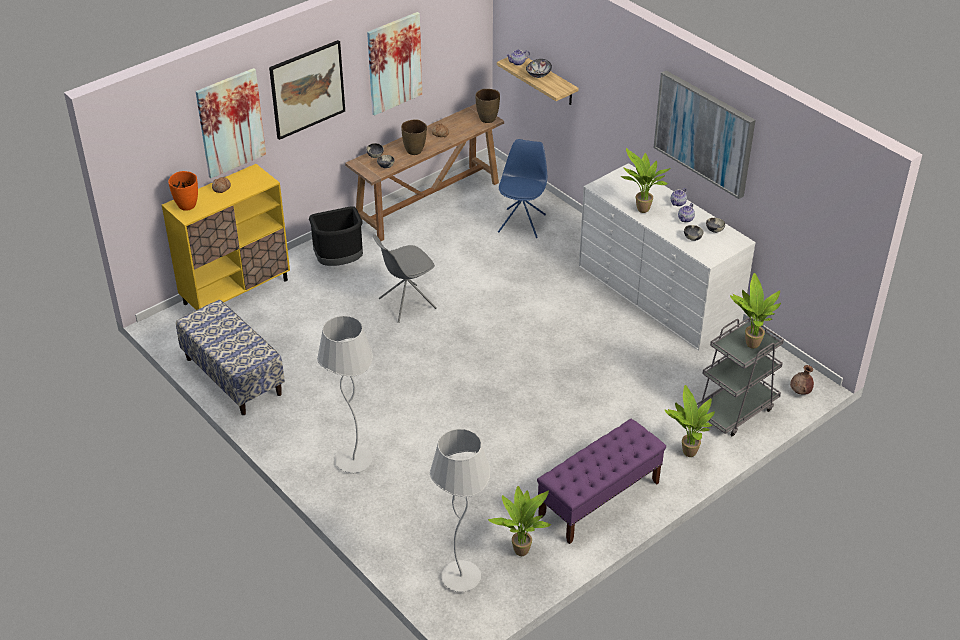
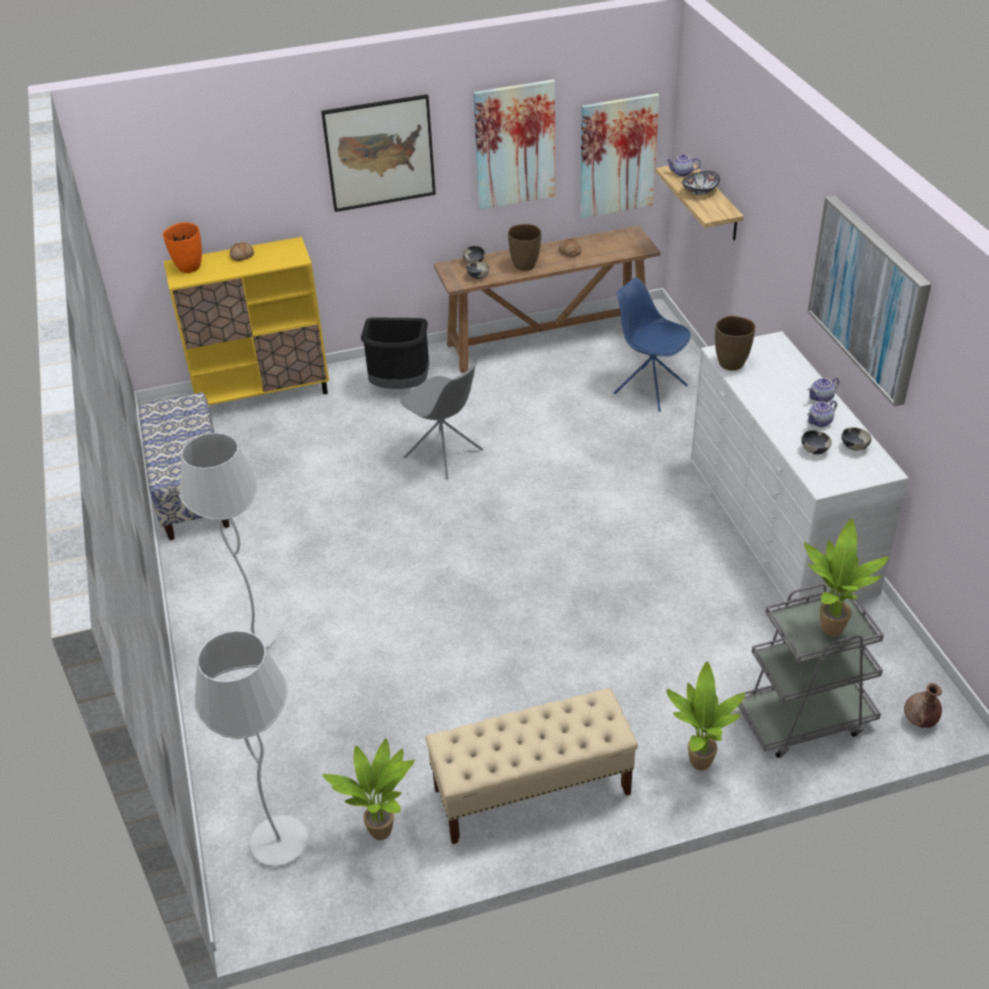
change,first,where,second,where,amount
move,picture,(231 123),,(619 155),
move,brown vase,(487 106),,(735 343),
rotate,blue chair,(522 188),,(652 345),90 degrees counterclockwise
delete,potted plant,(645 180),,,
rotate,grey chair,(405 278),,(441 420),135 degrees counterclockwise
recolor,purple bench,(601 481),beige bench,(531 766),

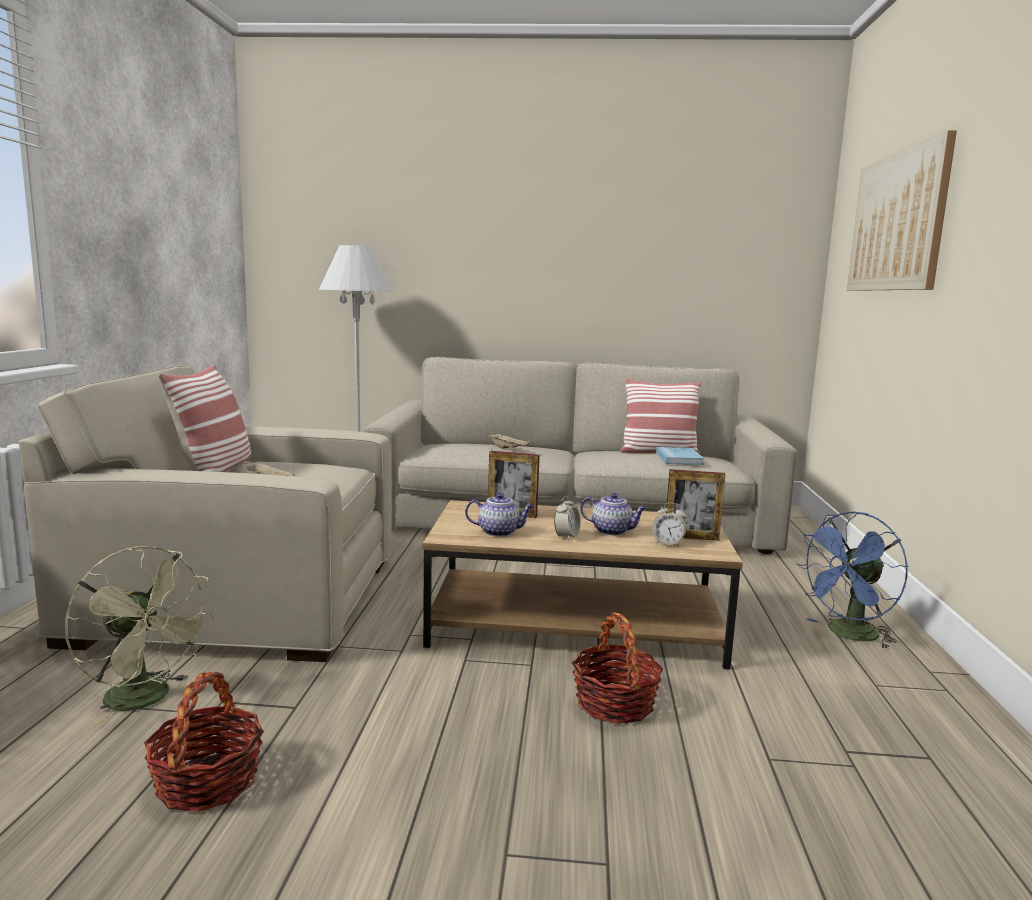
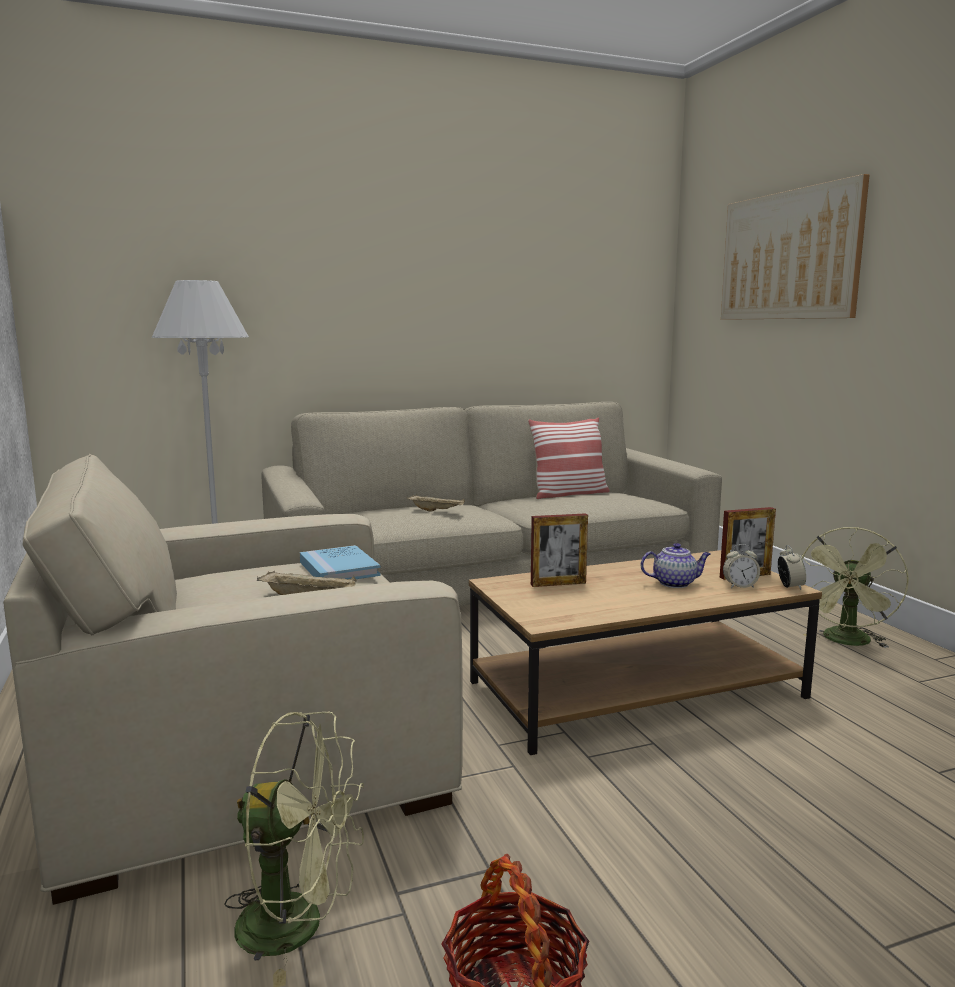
change,first,where,second,where,amount
delete,pillow,(205 418),,,
move,blue book,(680 456),,(340 562),
delete,teapot,(499 515),,,
move,alarm clock,(567 518),,(792 567),
recolor,blue fan,(852 581),green fan,(855 587),
delete,basket,(617 668),,,

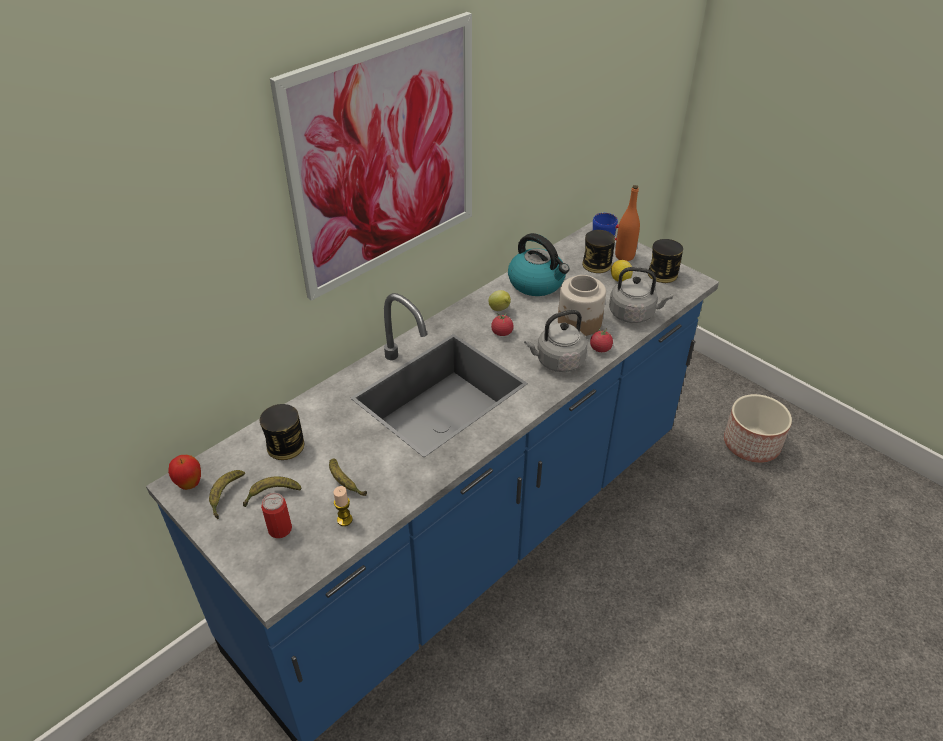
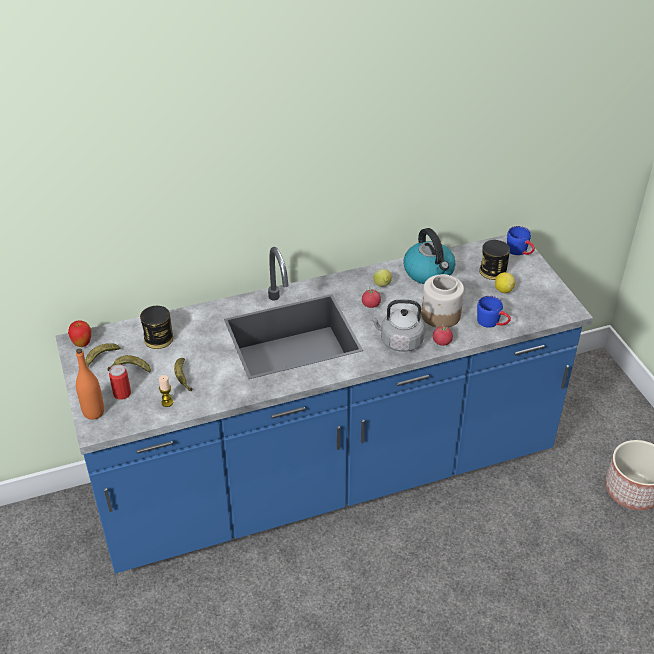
change,first,where,second,where,amount
delete,picture,(371 156),,,
move,orange bottle,(627 223),,(90 384),
delete,can,(665 261),,,
replace,grey kettle,(641 295),blue mug,(494 312),

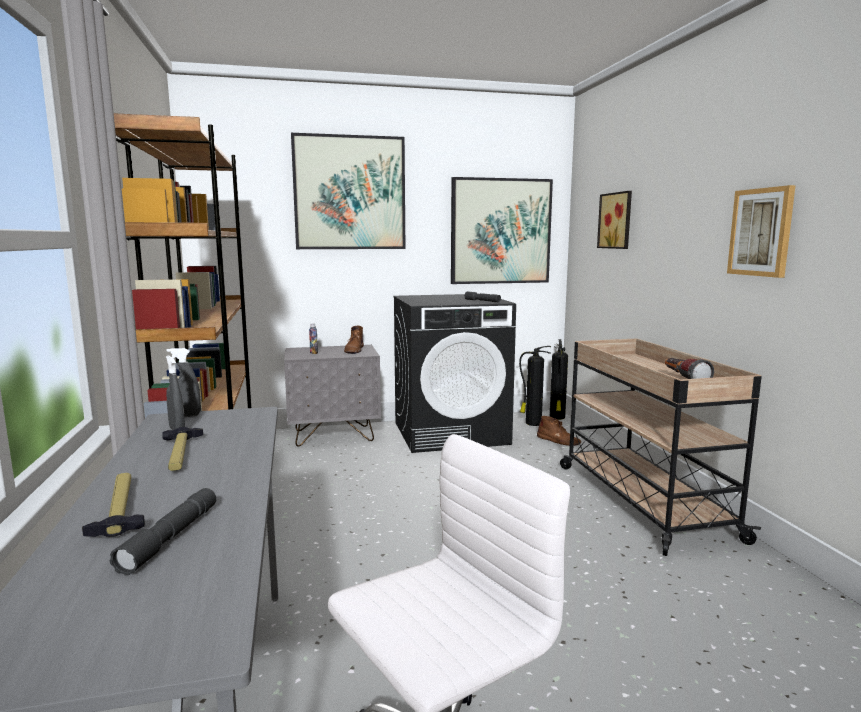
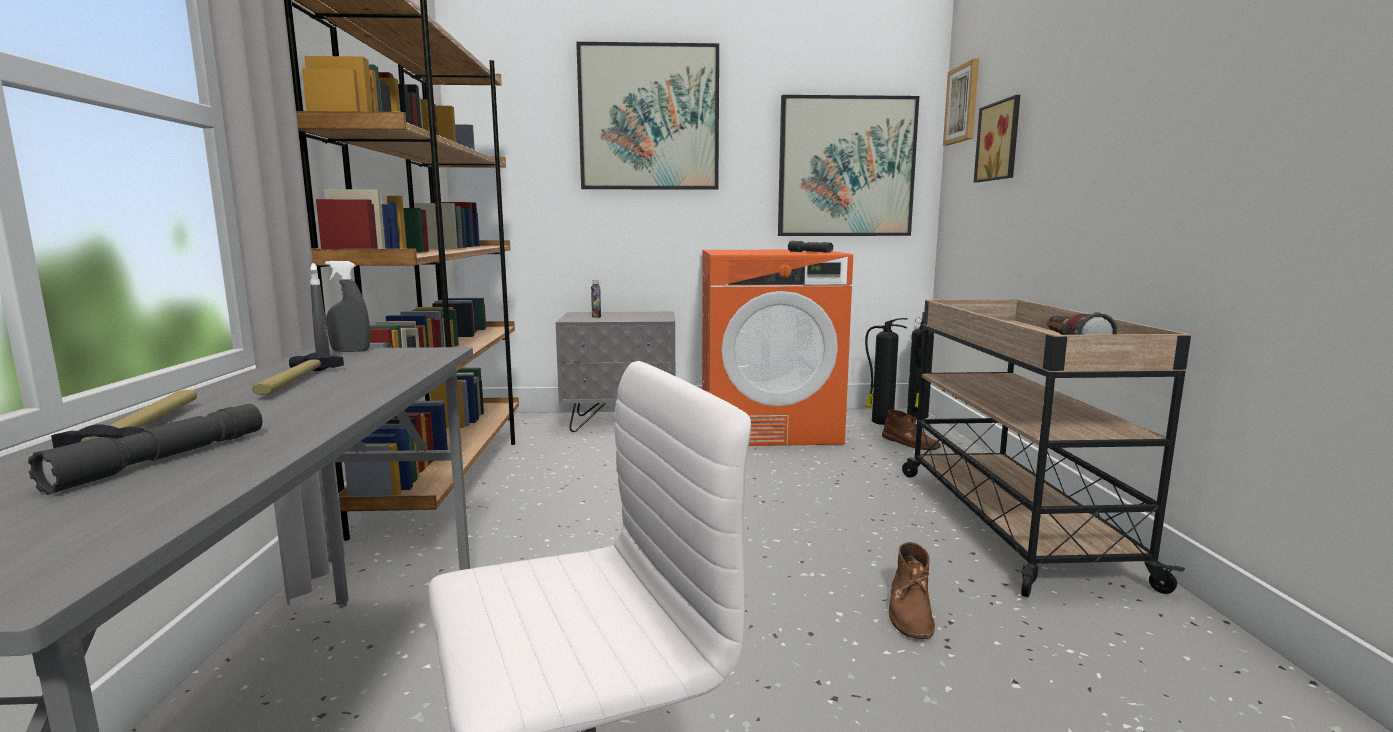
change,first,where,second,where,amount
move,picture,(761 231),,(961 102),
recolor,black washing machine,(454 373),orange washing machine,(777 348),
move,brown boot,(354 340),,(912 590),

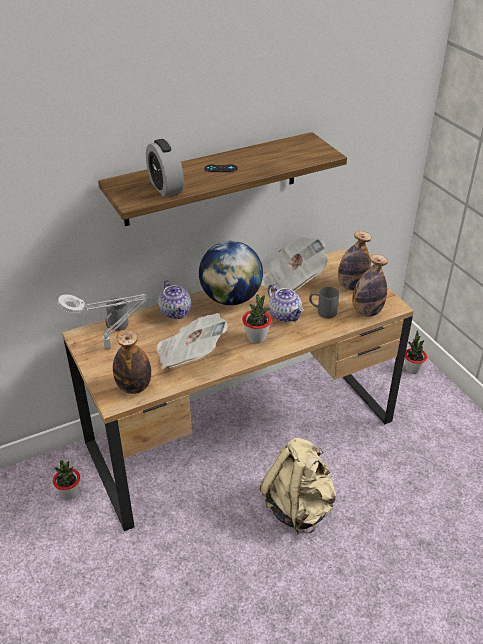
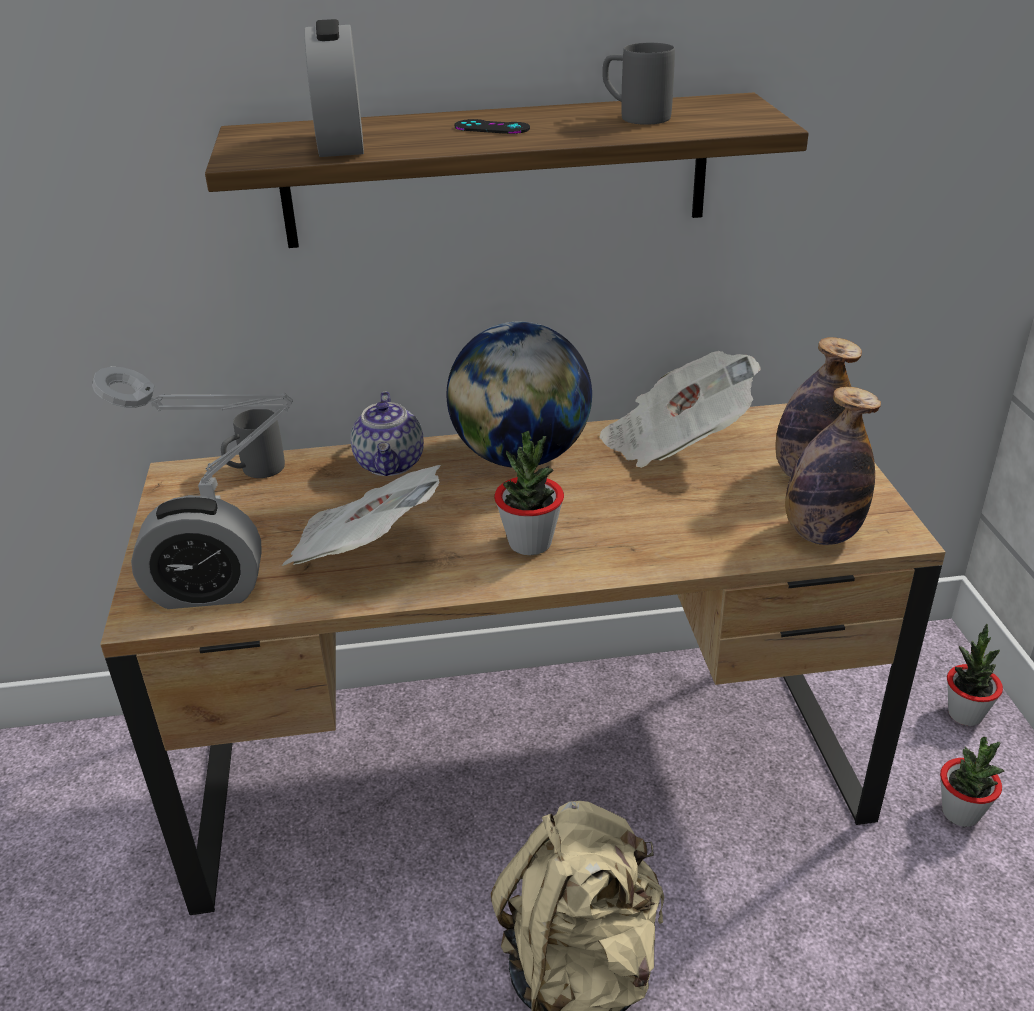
change,first,where,second,where,amount
delete,teapot,(286 303),,,
move,grey mug,(324 303),,(638 84),
replace,bottle,(132 361),alarm clock,(196 552),
move,potted plant,(66 480),,(972 782),

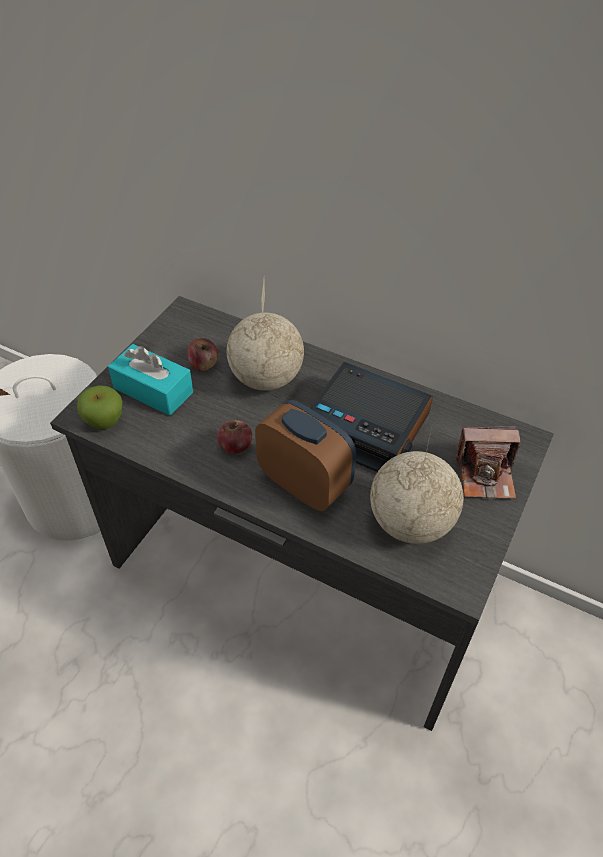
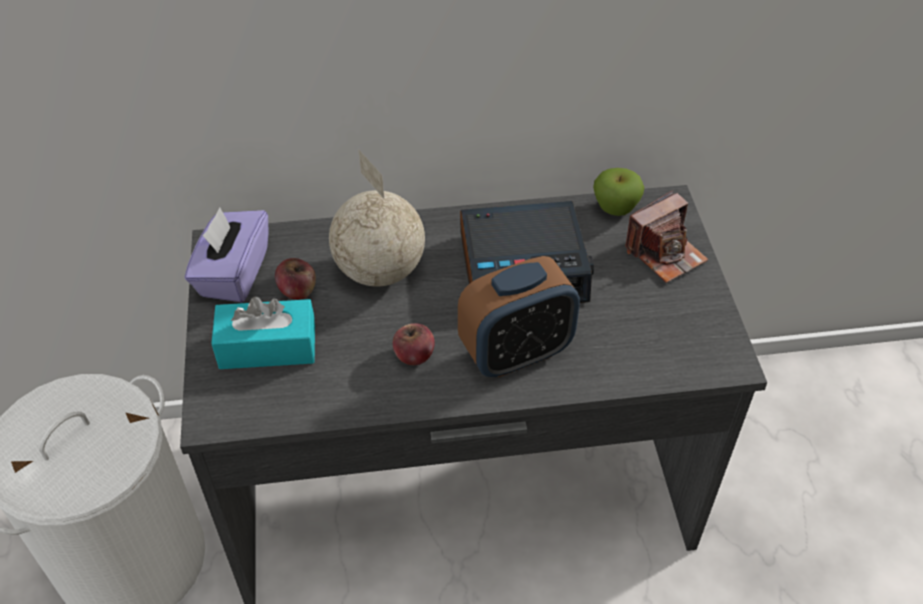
change,first,where,second,where,amount
move,apple,(100 407),,(618 192),
rotate,alarm clock,(305 455),,(519 316),150 degrees clockwise
delete,globe,(416 485),,,
insert,,,purple tissue box,(227 254),

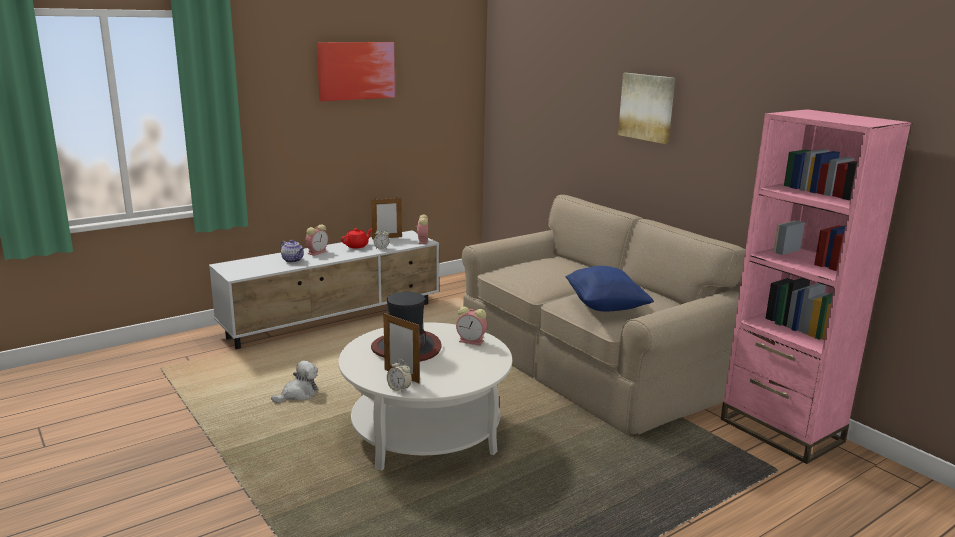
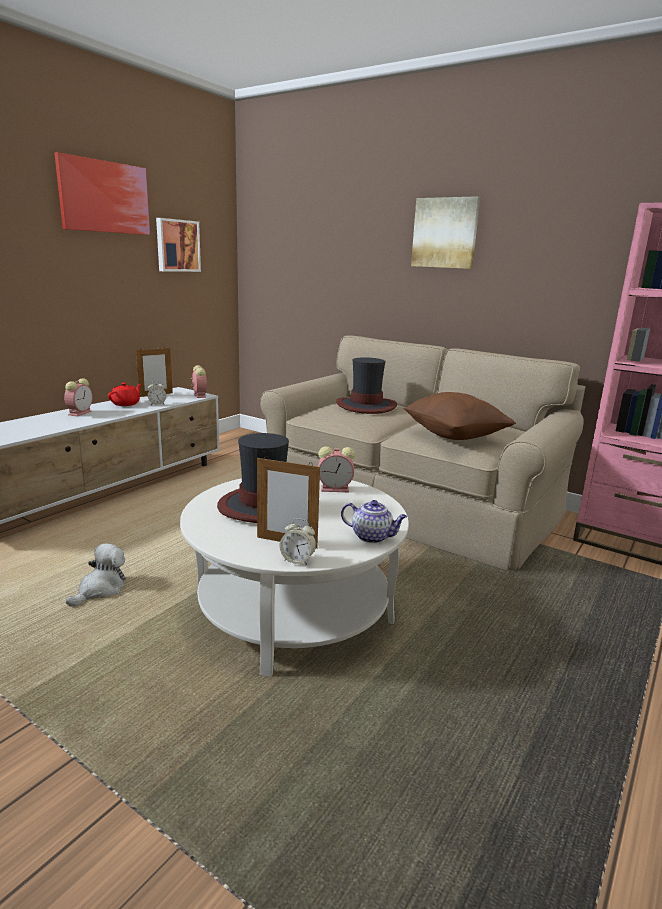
change,first,where,second,where,amount
move,teapot,(292 251),,(374 521),
recolor,blue pillow,(609 289),brown pillow,(459 416),
insert,,,picture,(178 245),
insert,,,hat,(366 385),

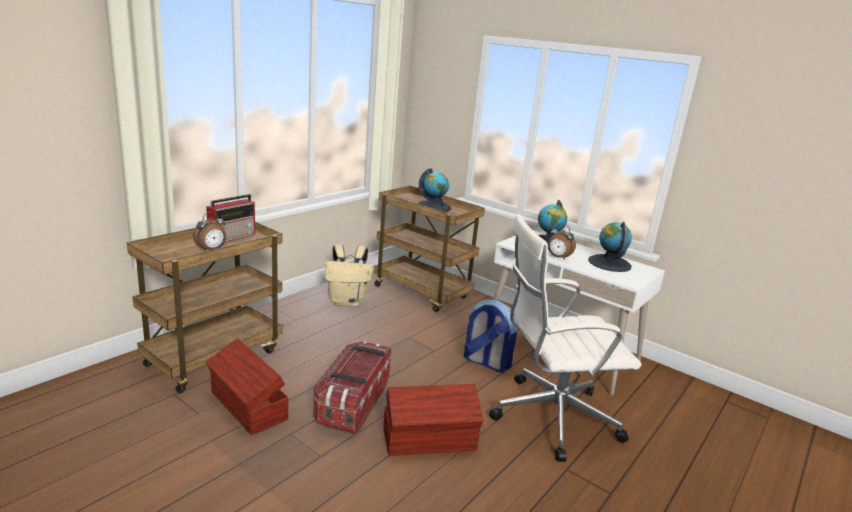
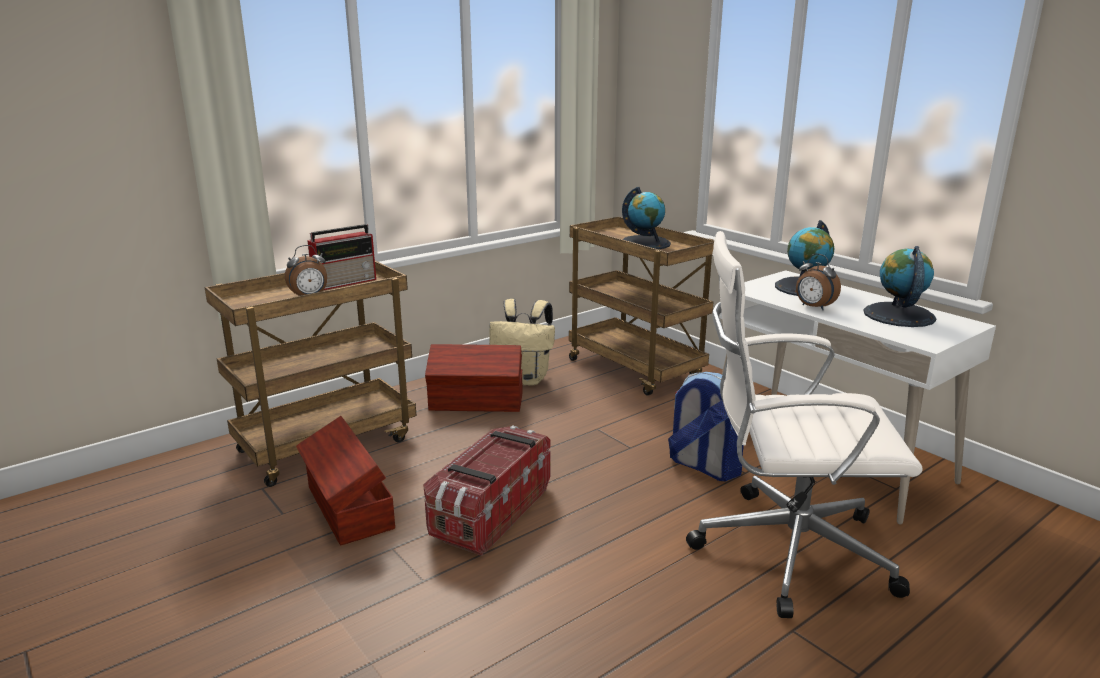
change,first,where,second,where,amount
move,brown storage box,(433 420),,(473 378),

